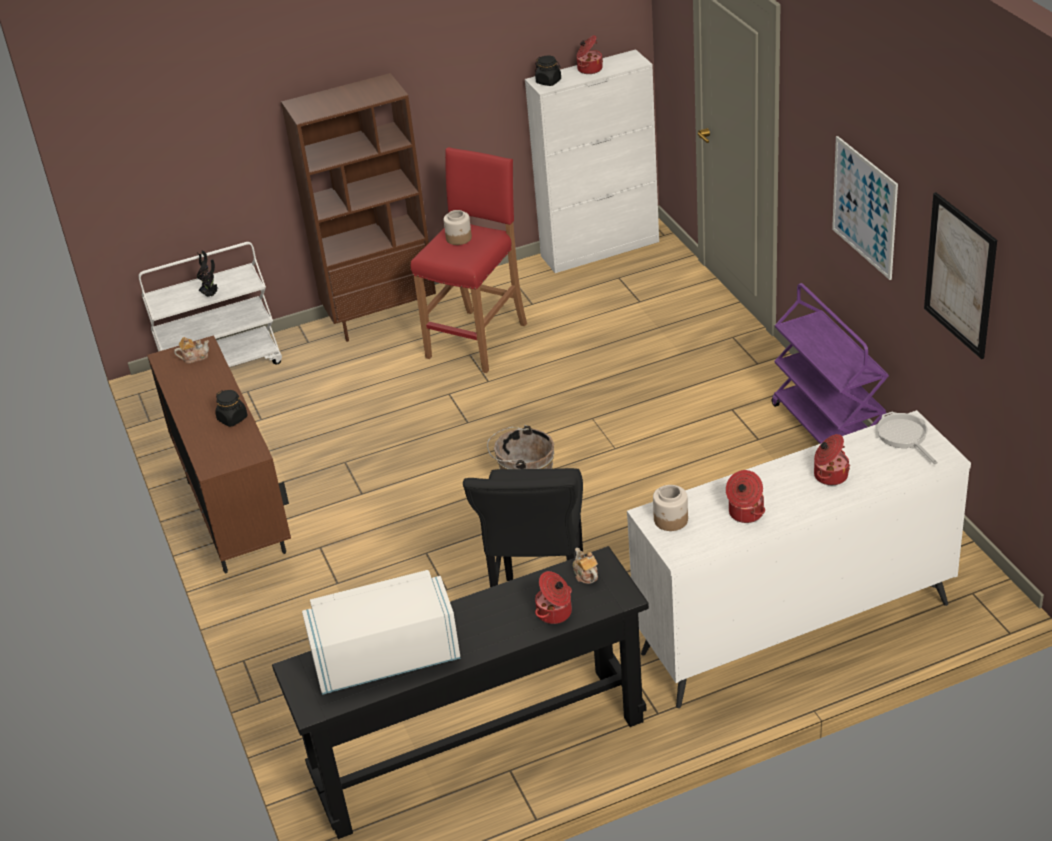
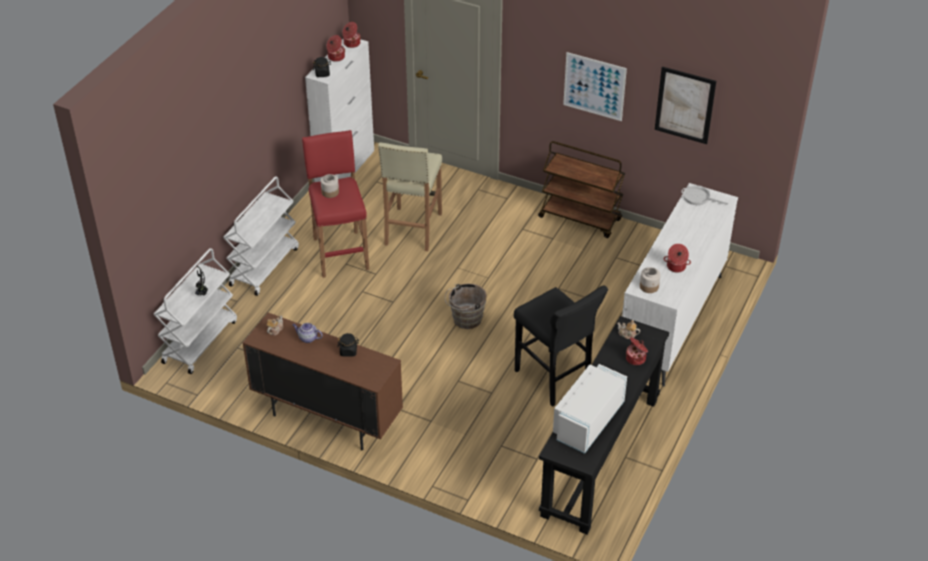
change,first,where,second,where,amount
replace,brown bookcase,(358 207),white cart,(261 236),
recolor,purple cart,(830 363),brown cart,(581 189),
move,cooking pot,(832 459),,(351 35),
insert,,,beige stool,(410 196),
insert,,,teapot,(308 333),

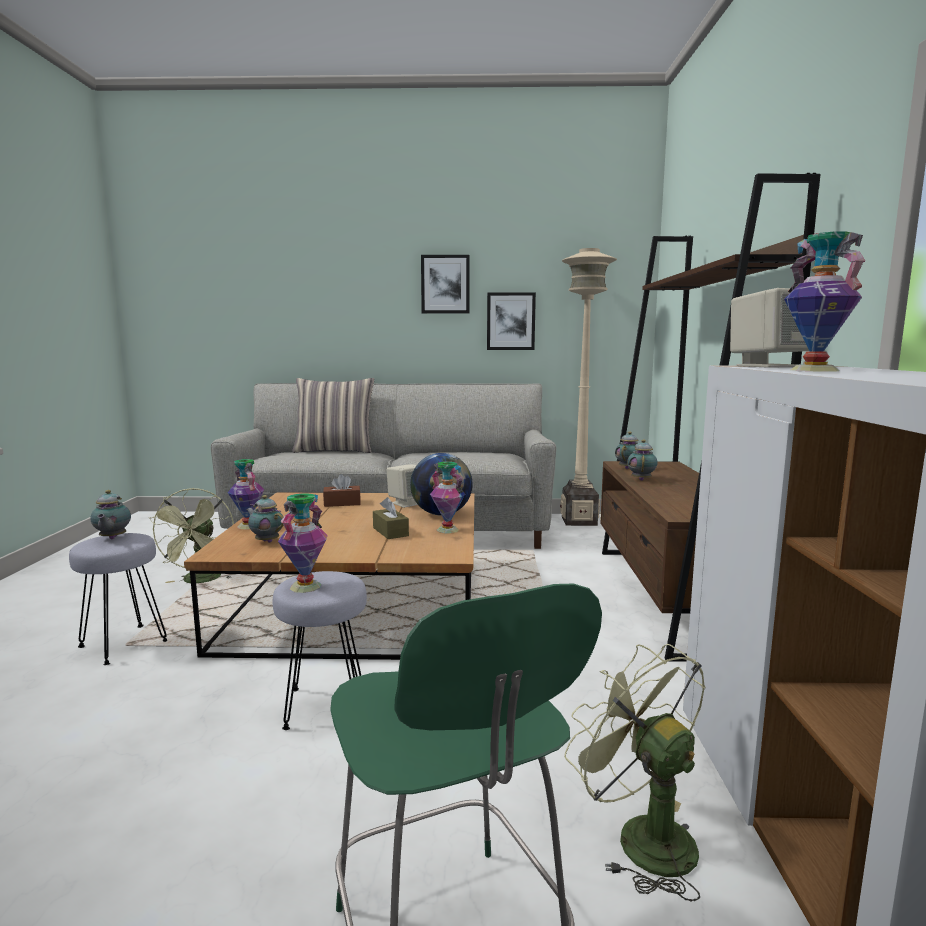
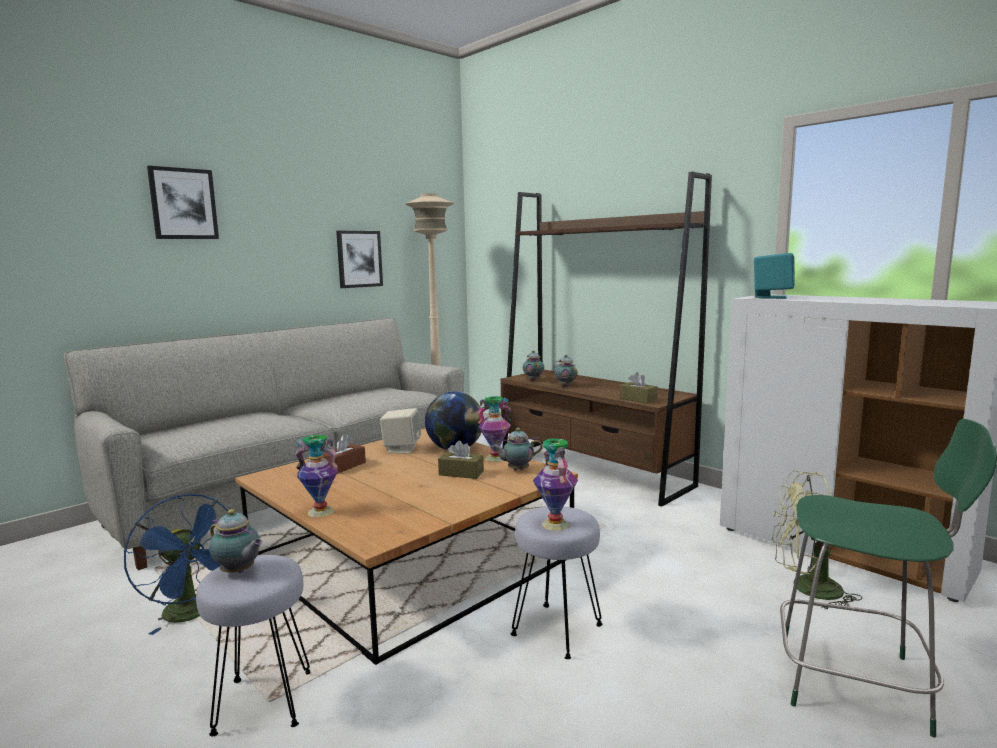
change,first,where,second,where,amount
delete,vase,(824 301),,,
move,picture,(445 284),,(183 202),
recolor,beige speaker,(769 328),turquoise speaker,(774 276),
delete,pillow,(333 415),,,
recolor,green fan,(191 535),blue fan,(176 564),
move,teapot,(265 519),,(517 449),
insert,,,brown tissue box,(638 388),

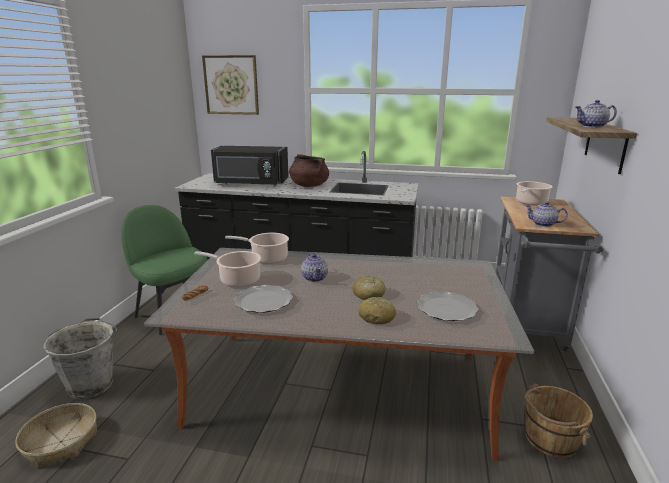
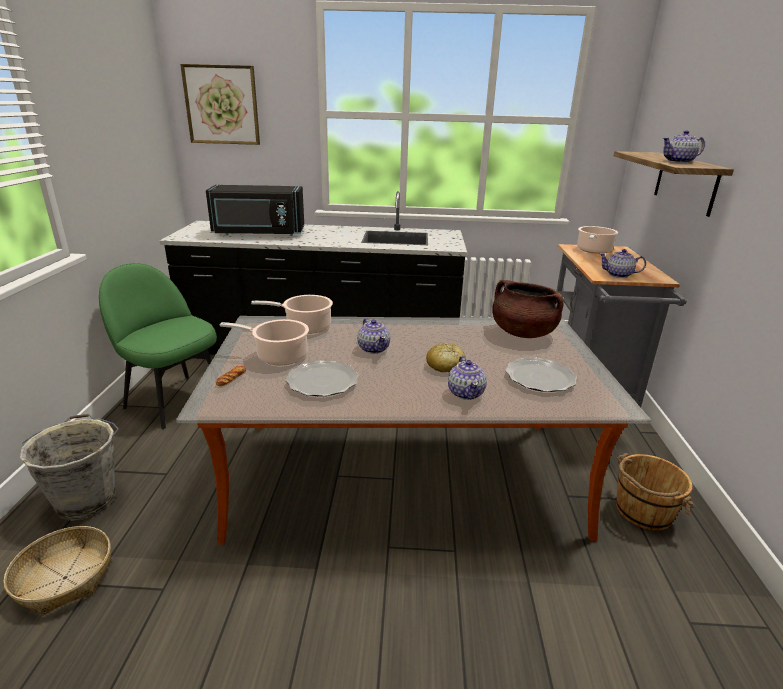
change,first,where,second,where,amount
move,brown cooking pot,(309 170),,(528 309),
replace,bread,(377 311),teapot,(467 378),

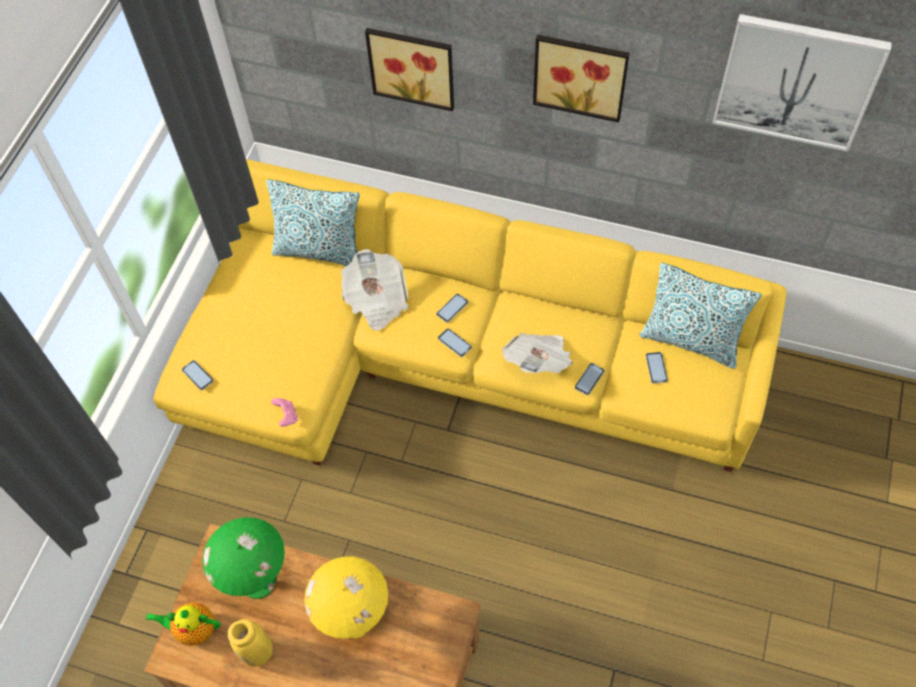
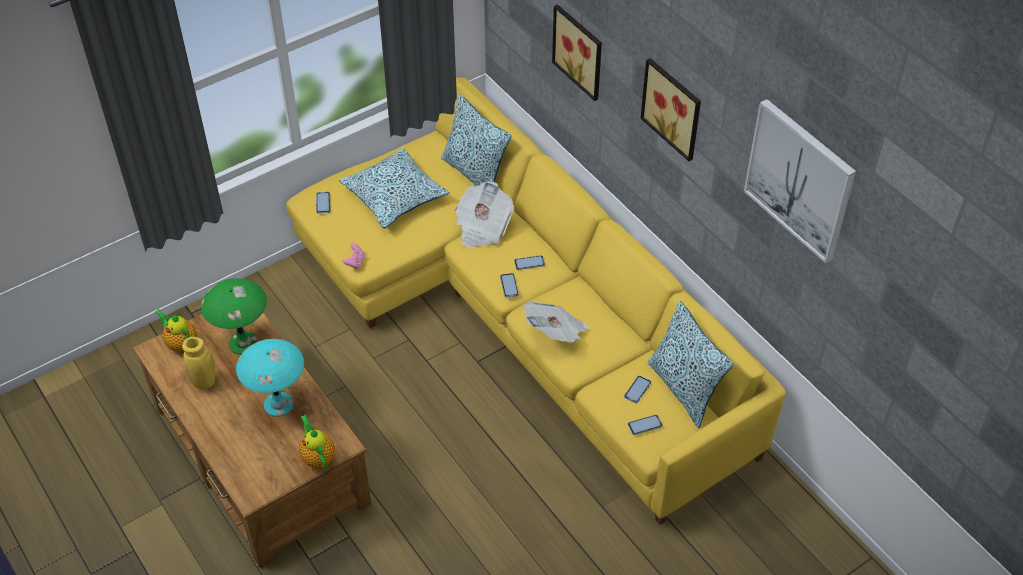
change,first,where,second,where,amount
move,phone,(590 379),,(645 425),
recolor,yellow table lamp,(346 597),turquoise table lamp,(270 378),
insert,,,pillow,(394 188),
insert,,,teapot,(317 442),

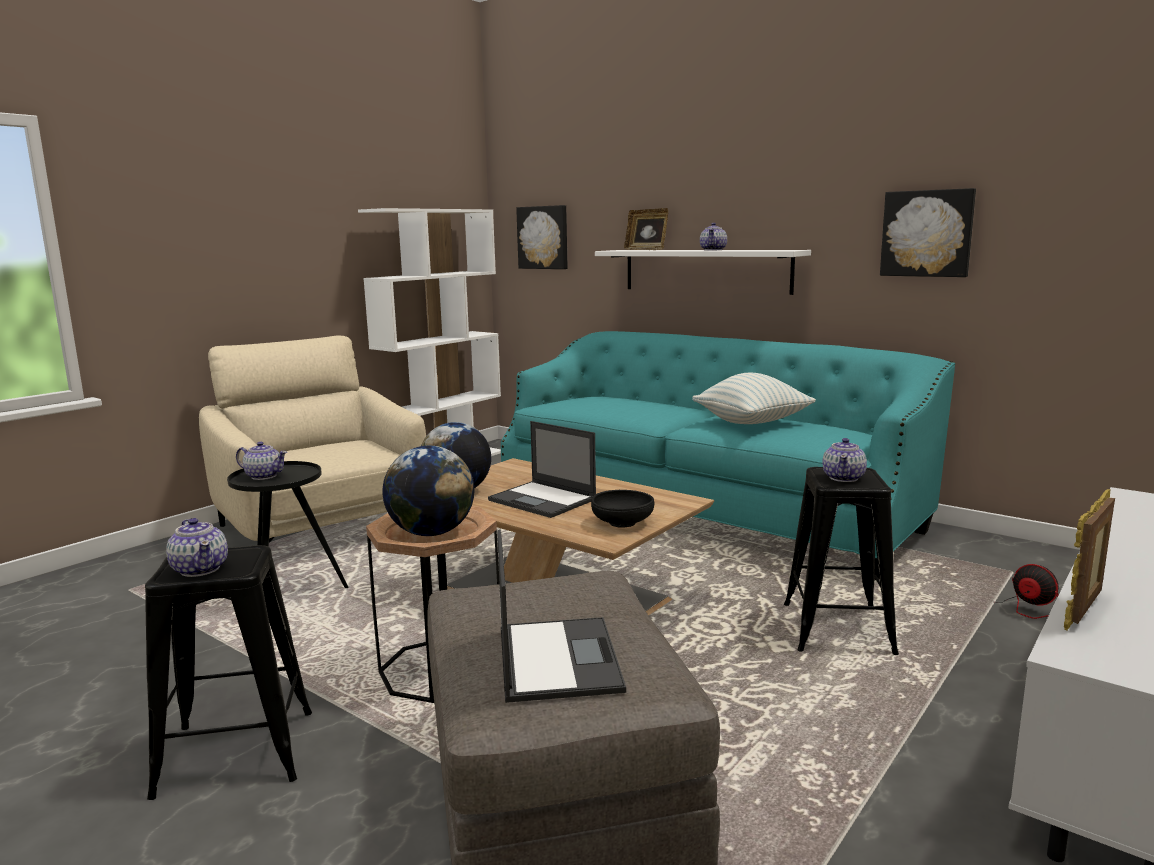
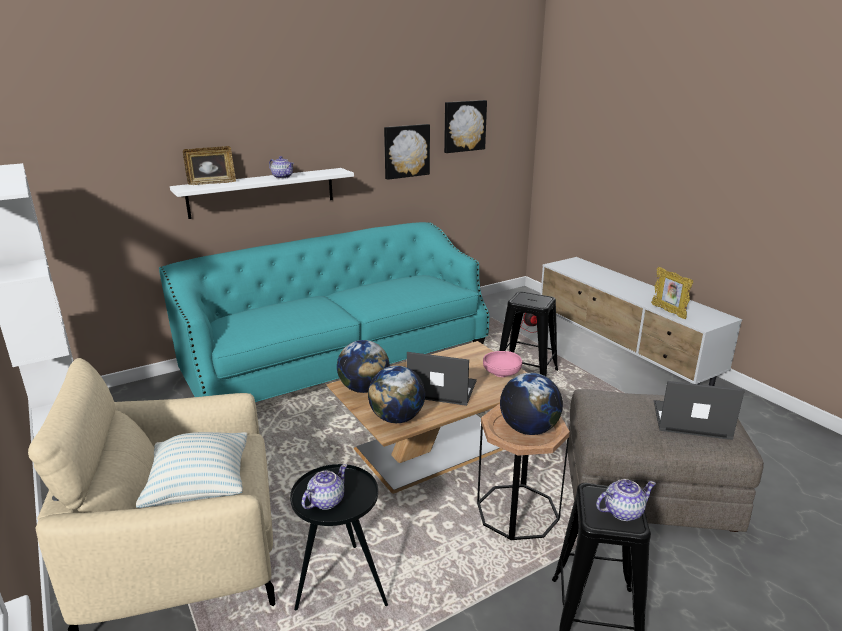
change,first,where,second,where,amount
move,picture,(542 237),,(465 126),
move,pillow,(754 398),,(191 470),
rotate,laptop,(542 469),,(442 379),135 degrees counterclockwise
delete,teapot,(845 460),,,
recolor,black bowl,(622 509),pink bowl,(502 364),
insert,,,globe,(363 366),

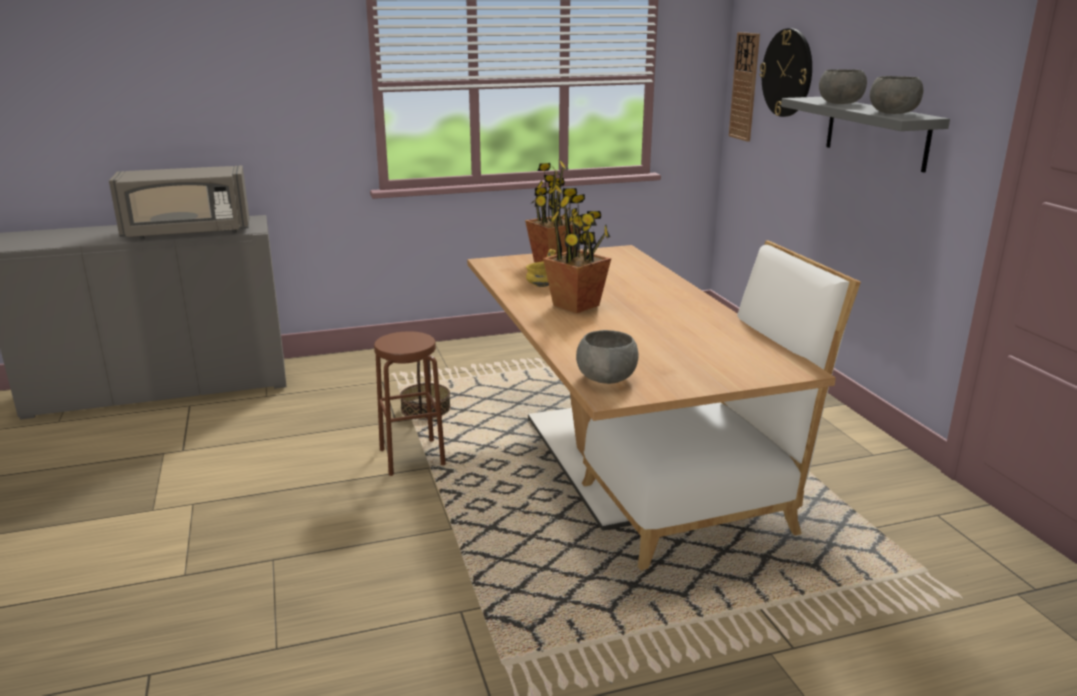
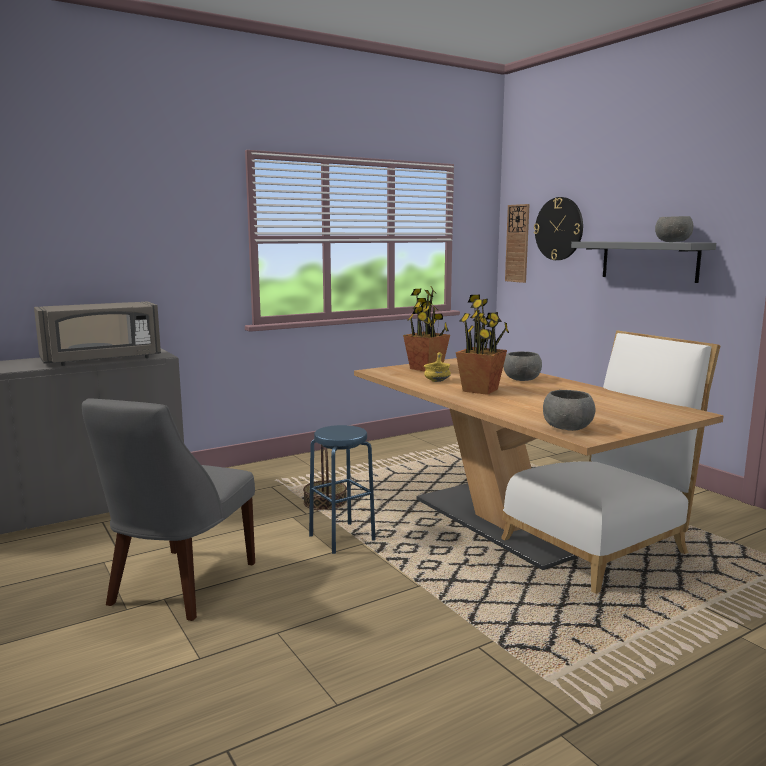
change,first,where,second,where,amount
move,grey bowl,(843 86),,(522 366),
recolor,brown stool,(410 403),blue stool,(342 489),
insert,,,grey chair,(168 510),

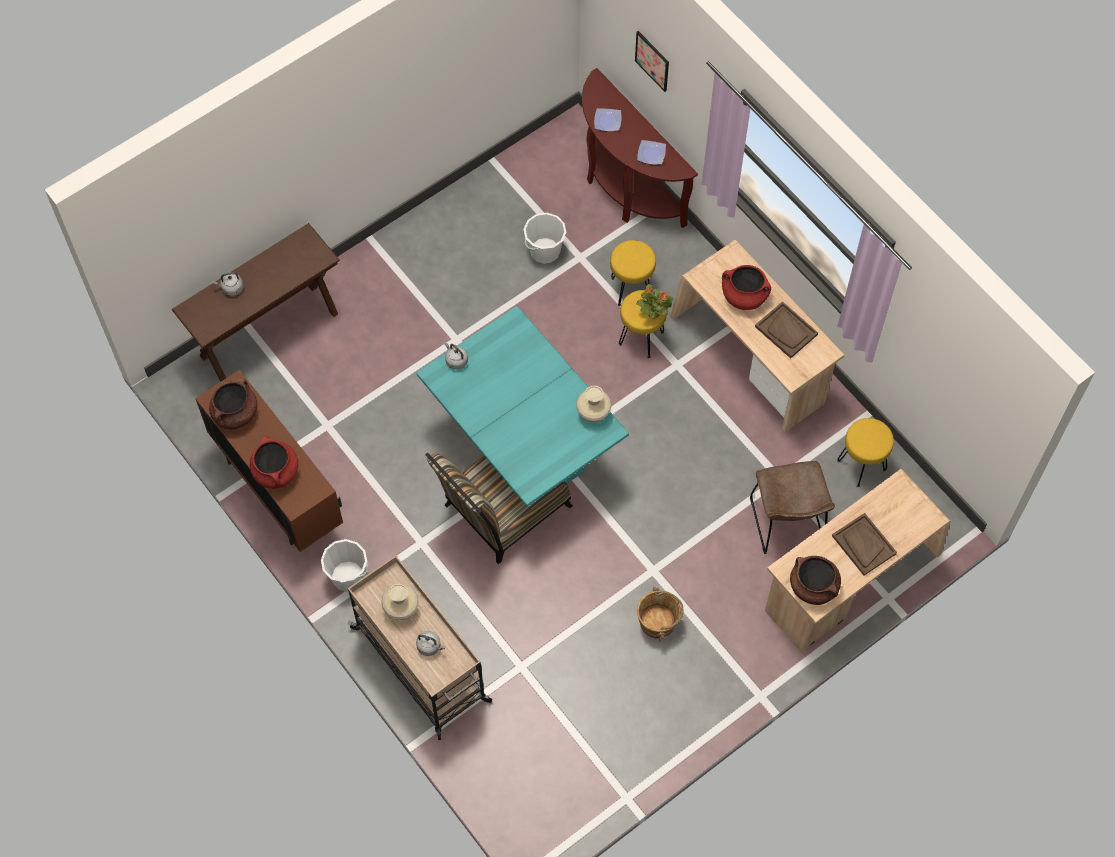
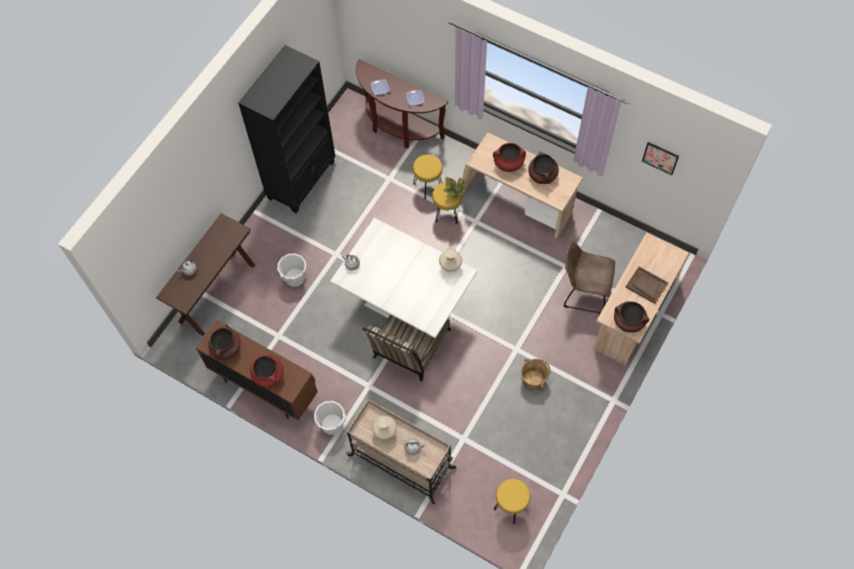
change,first,where,second,where,amount
move,picture,(652 61),,(660 158),
move,white bucket,(545 238),,(292 270),
replace,brown tray,(786 329),brown cooking pot,(543 167),
recolor,turquoise dining table,(522 406),white dining table,(403 278),
move,yellow stool,(865 452),,(512 501),
rotate,brown chair,(792 507),,(589 277),135 degrees clockwise
insert,,,black bookcase,(287 129),

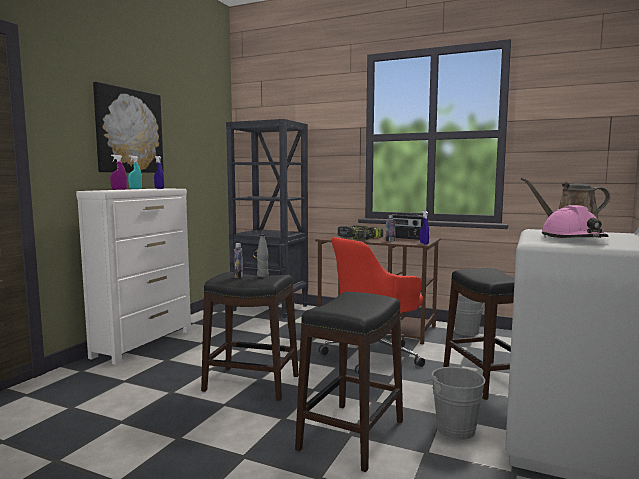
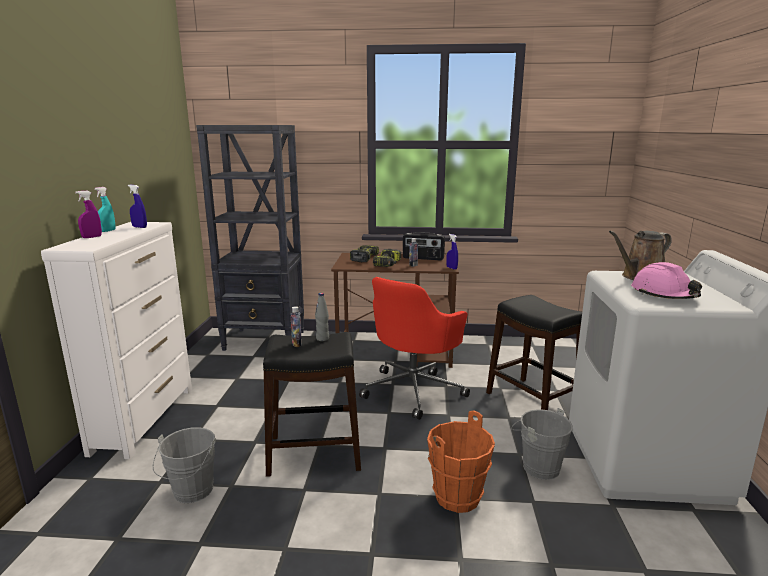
change,first,where,second,where,amount
delete,picture,(128 127),,,
replace,black stool,(349 382),orange bucket,(461 462),
move,grey bucket,(469 315),,(184 465),

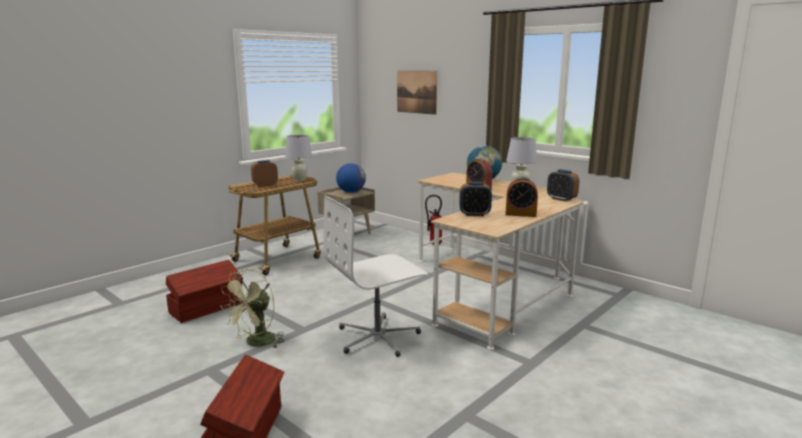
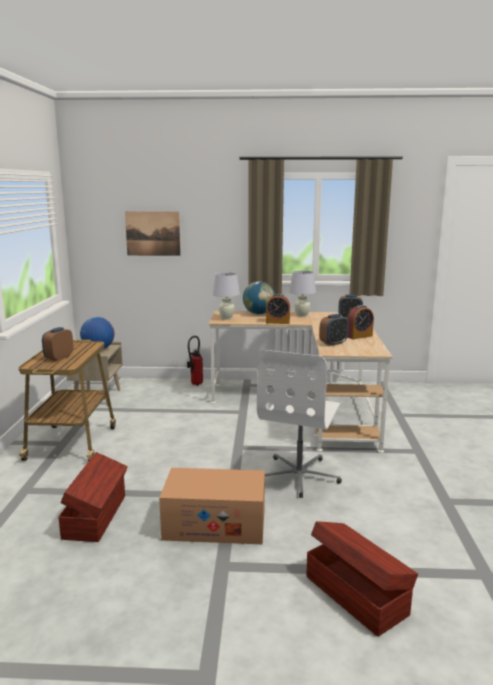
change,first,where,second,where,amount
move,white table lamp,(298 158),,(226 296),
replace,green fan,(252 308),cardboard box,(212 506),

